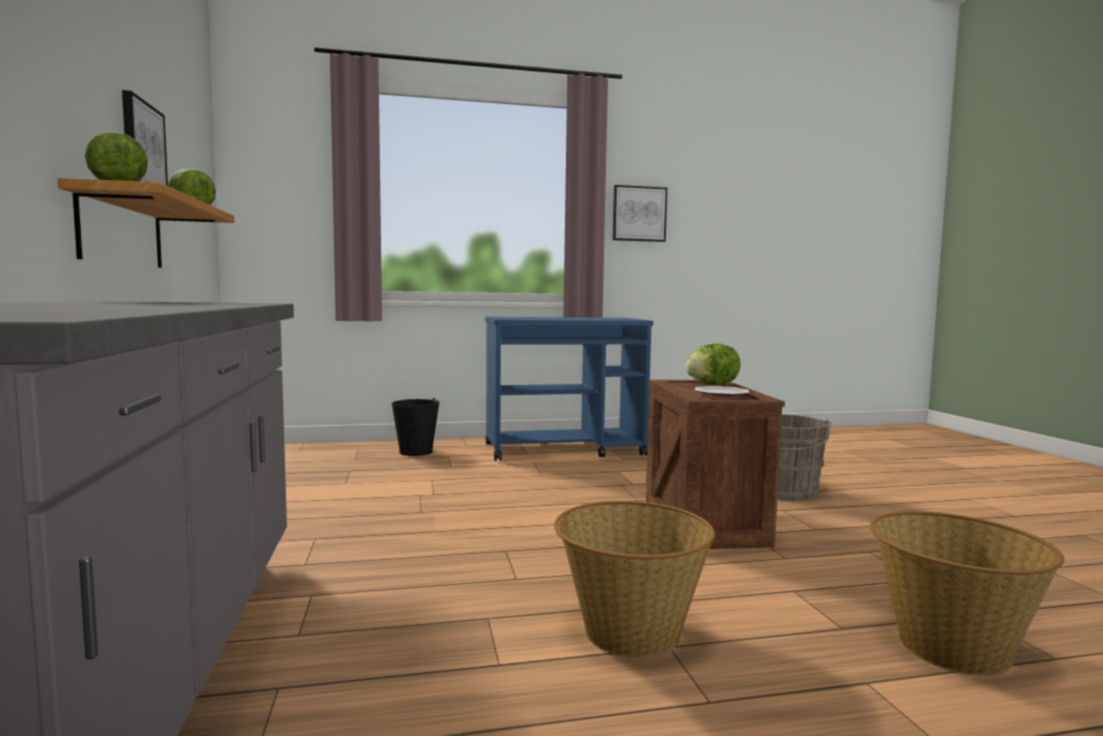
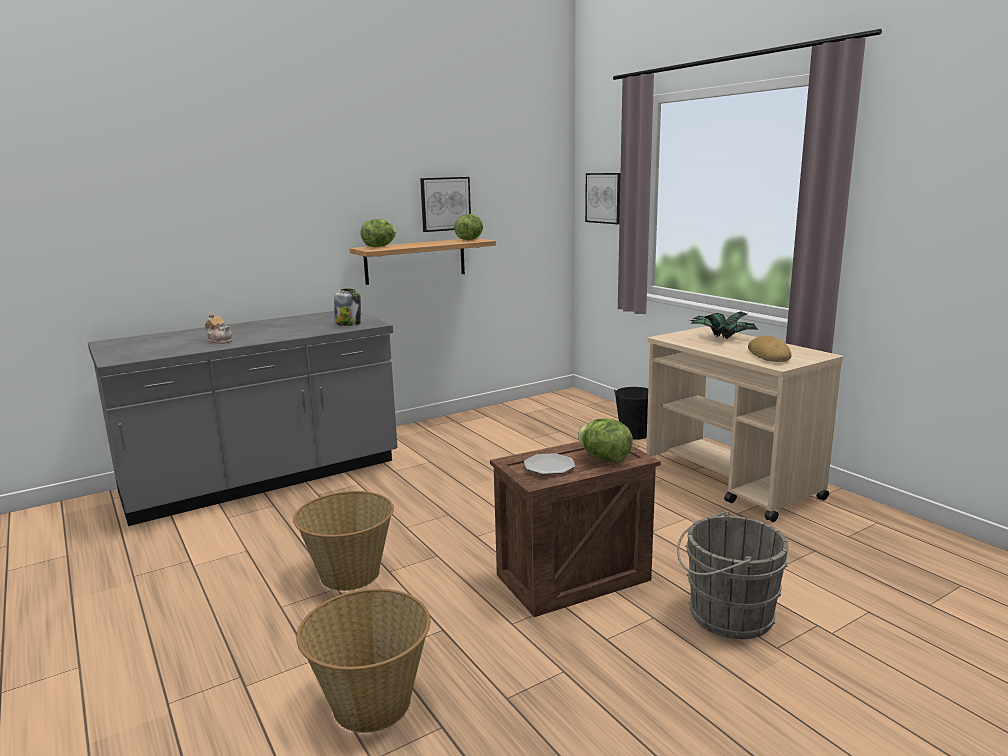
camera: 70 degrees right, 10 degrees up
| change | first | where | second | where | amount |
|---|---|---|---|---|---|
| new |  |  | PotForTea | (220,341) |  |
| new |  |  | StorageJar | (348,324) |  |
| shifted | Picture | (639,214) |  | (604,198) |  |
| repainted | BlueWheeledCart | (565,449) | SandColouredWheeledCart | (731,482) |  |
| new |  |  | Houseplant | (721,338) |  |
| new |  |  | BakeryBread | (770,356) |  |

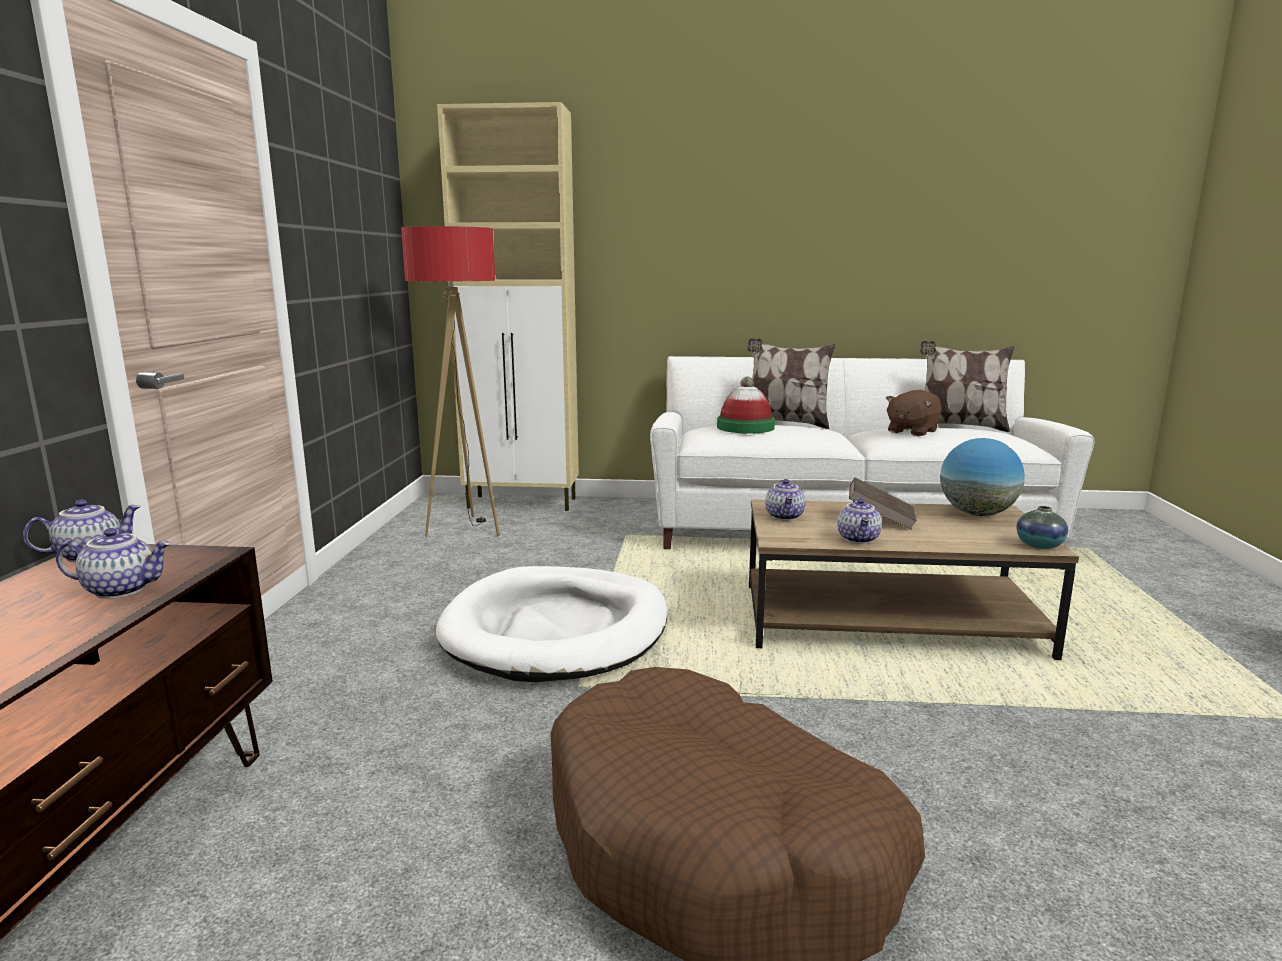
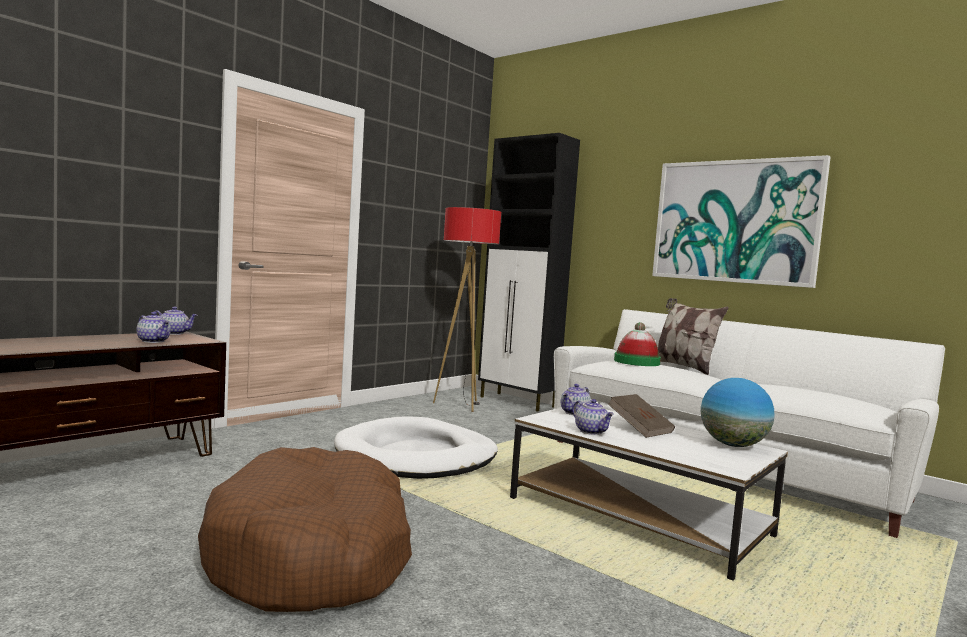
camera: 35 degrees right, 10 degrees down
| change | first | where | second | where | amount |
|---|---|---|---|---|---|
| repainted | SandColouredCabinet | (523,503) | BlackishCabinet | (517,402) |  |
| repainted | BrownColouredCoffeeTable | (891,621) | WhitishCoffeeTable | (639,518) |  |
| rotated | PotForTea | (859,539) |  | (592,431) | 75 degrees counterclockwise |
| new |  |  | Picture | (735,221) |  |
| gone | BrownColouredCuddlyToy | (911,431) |  |  |  |
| gone | Cushion | (960,427) |  |  |  |
| gone | Vase | (1039,545) |  |  |  |

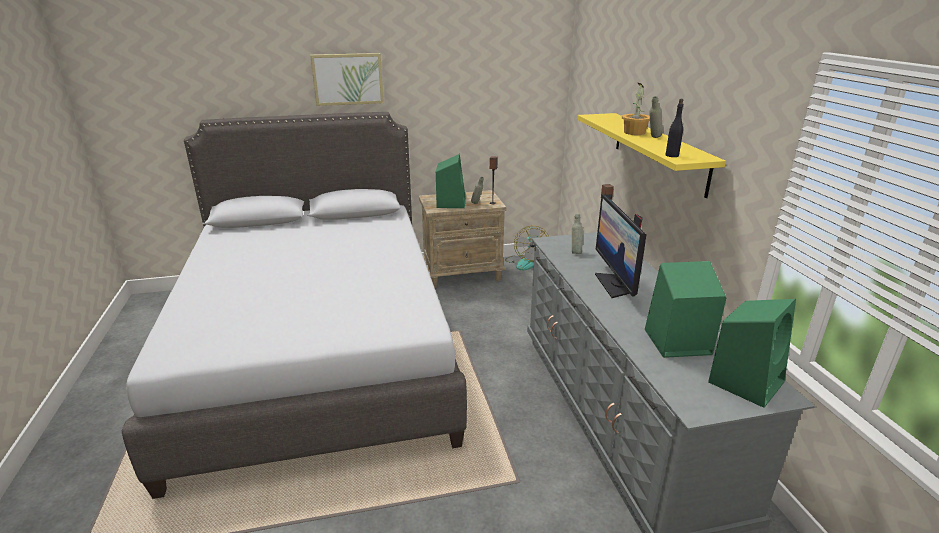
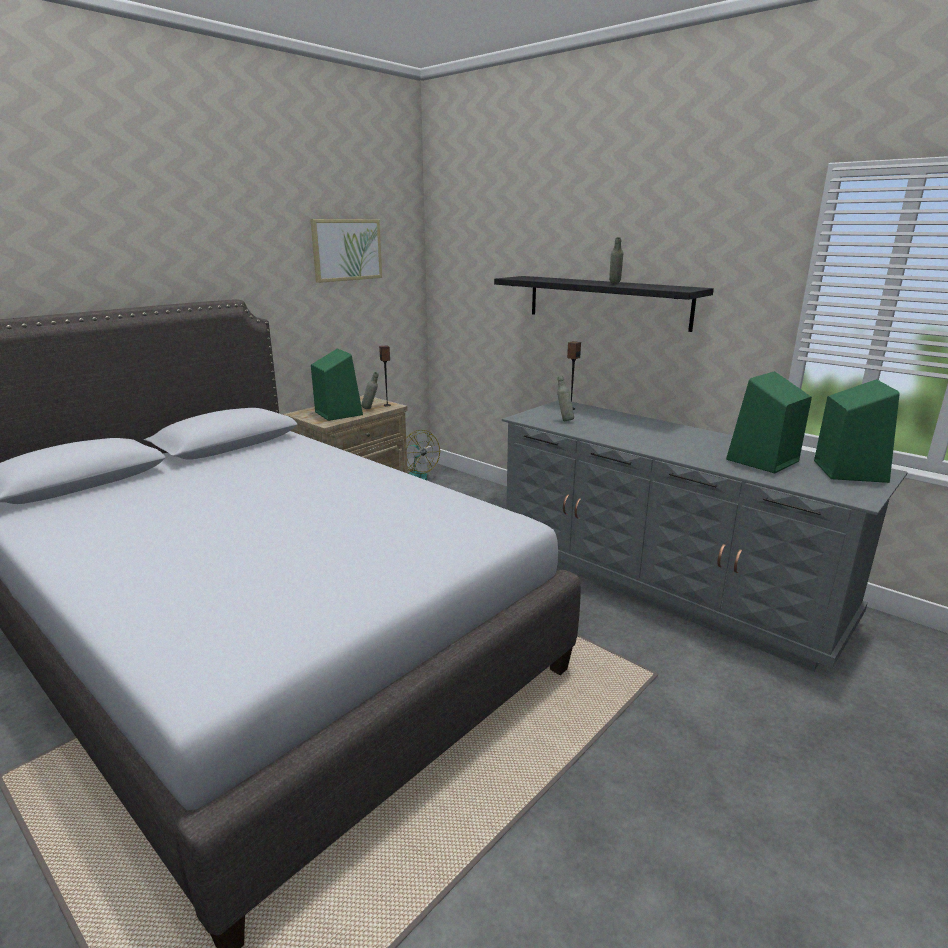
camera: 35 degrees left, 5 degrees down
| change | first | where | second | where | amount |
|---|---|---|---|---|---|
| shifted | Picture | (348,79) |  | (347,250) |  |
| repainted | YellowishWallShelf | (659,151) | BlackishWallShelf | (606,302) |  |
| gone | ComputerScreen | (615,285) |  |  |  |
| gone | Houseplant | (634,132) |  |  |  |
| gone | BlackishBottle | (671,155) |  |  |  |

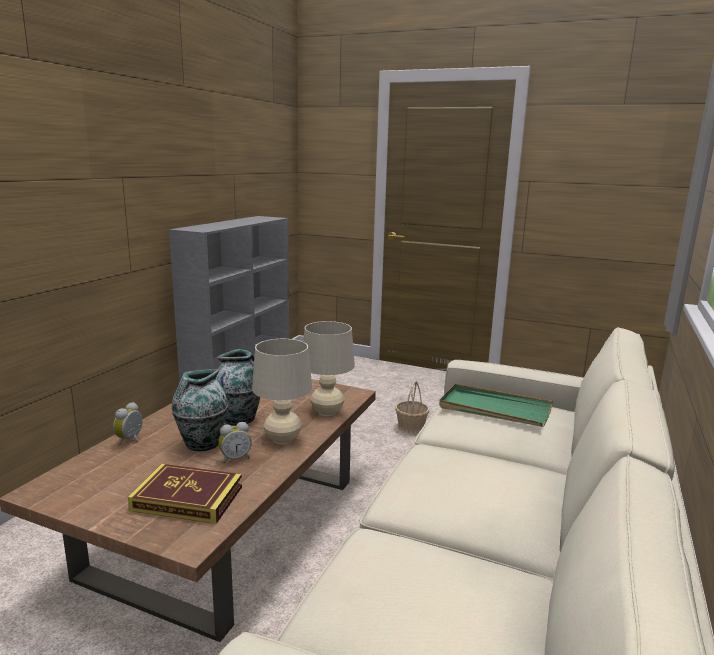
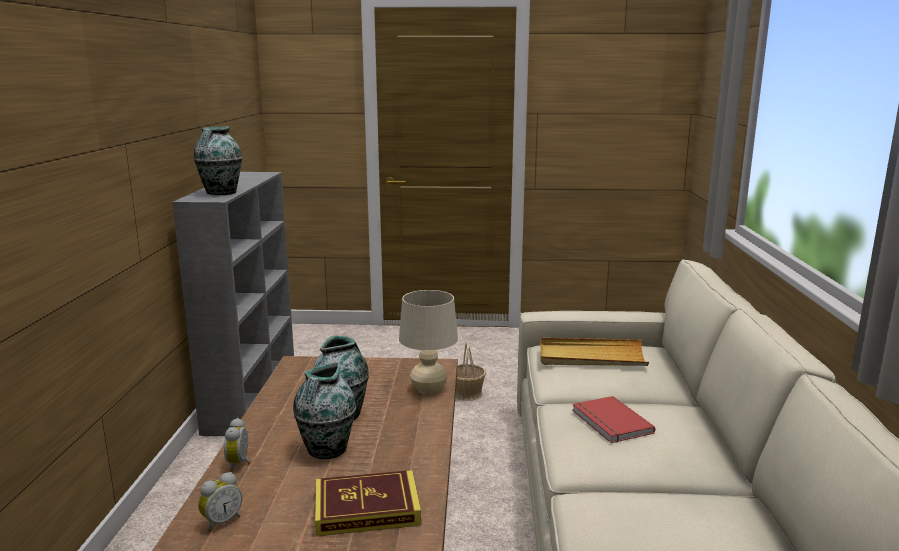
camera: 20 degrees left, 0 degrees up
| change | first | where | second | where | amount |
|---|---|---|---|---|---|
| new |  |  | Vase | (221,193) |  |
| shifted | TableClock | (235,458) |  | (221,521) |  |
| repainted | GreenishCarryingTray | (494,409) | SandColouredCarryingTray | (591,357) |  |
| new |  |  | ReddishBook | (610,422) |  |
| gone | SandColouredTableLamp | (283,439) |  |  |  |

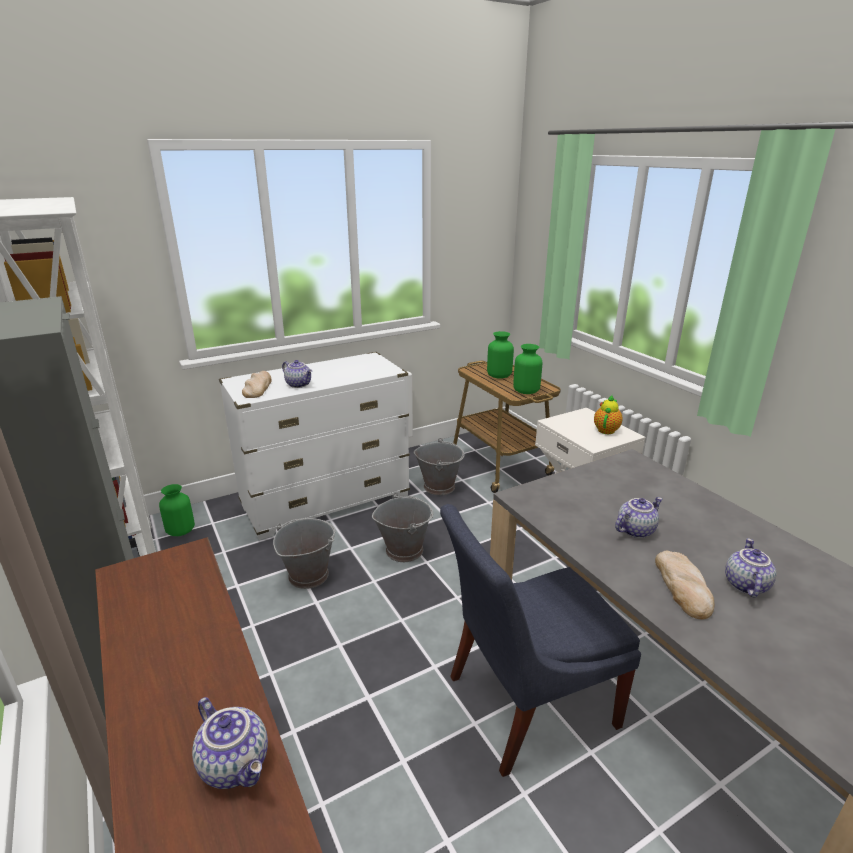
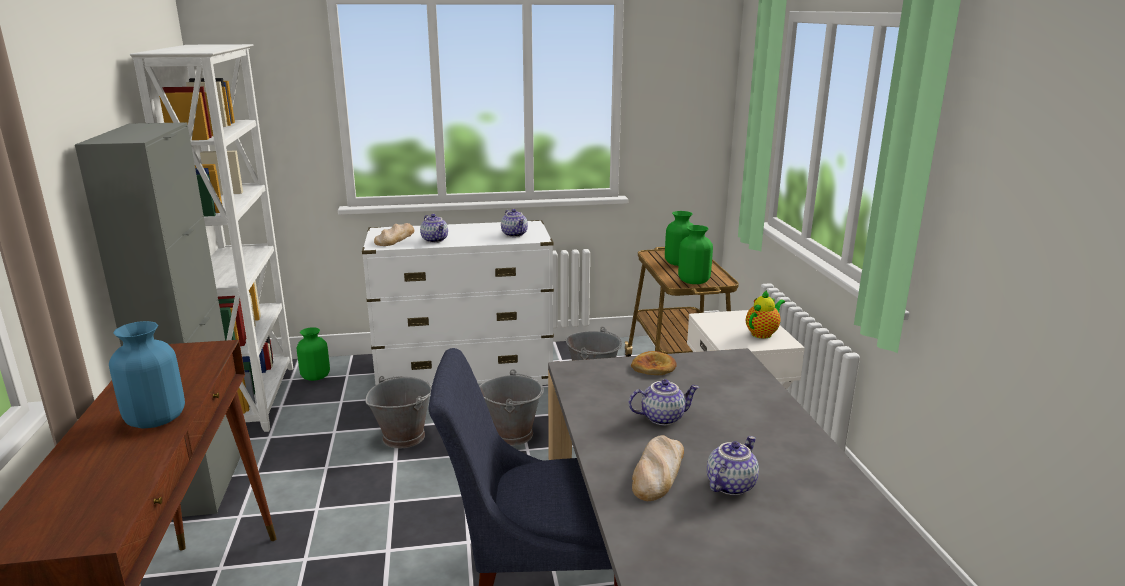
camera: 20 degrees right, 5 degrees down
| change | first | where | second | where | amount |
|---|---|---|---|---|---|
| new |  |  | BlueVase | (155,419) |  |
| shifted | PotForTea | (237,763) |  | (515,234) |  |
| new |  |  | BakeryBread | (654,367) |  |

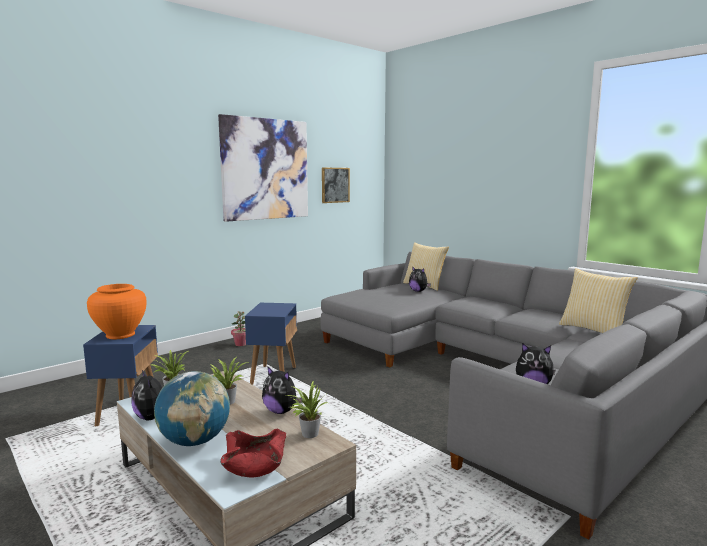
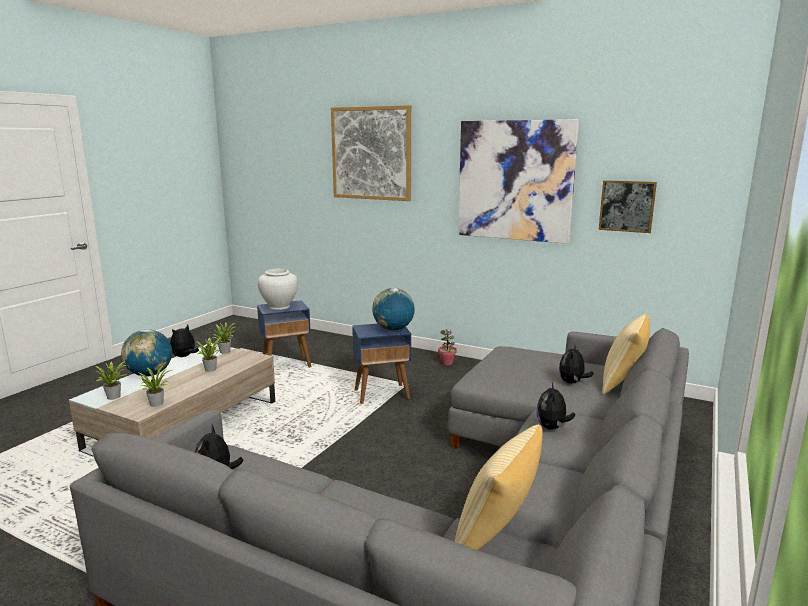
camera: 70 degrees right, 5 degrees up
| change | first | where | second | where | amount |
|---|---|---|---|---|---|
| swapped | ReddishDeepDish | (255,464) | Houseplant | (115,396) |  |
| repainted | OrangeColouredVase | (120,335) | WhitishVase | (279,307) |  |
| new |  |  | Picture | (371,153) |  |
| new |  |  | DeskGlobe | (393,329) |  |
| shifted | CuddlyToy | (281,411) |  | (552,427) |  |

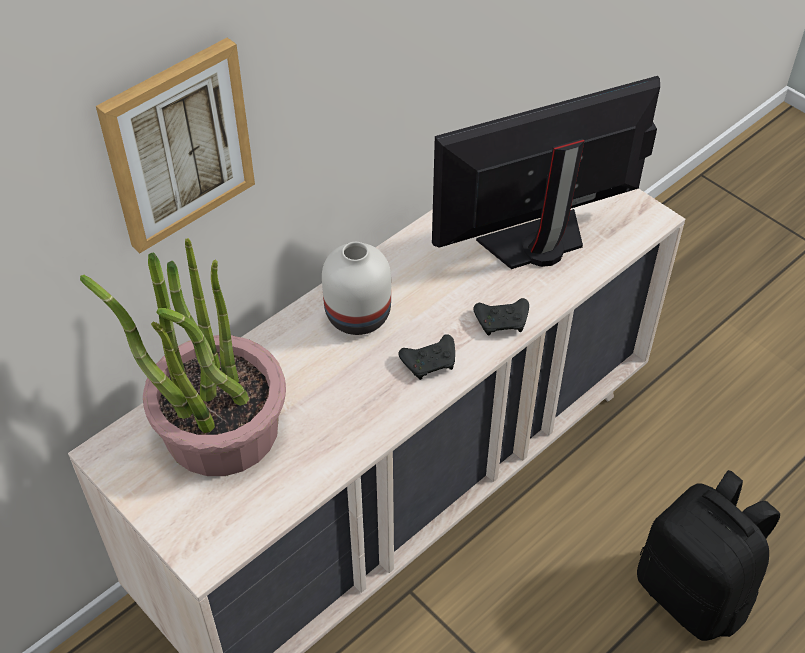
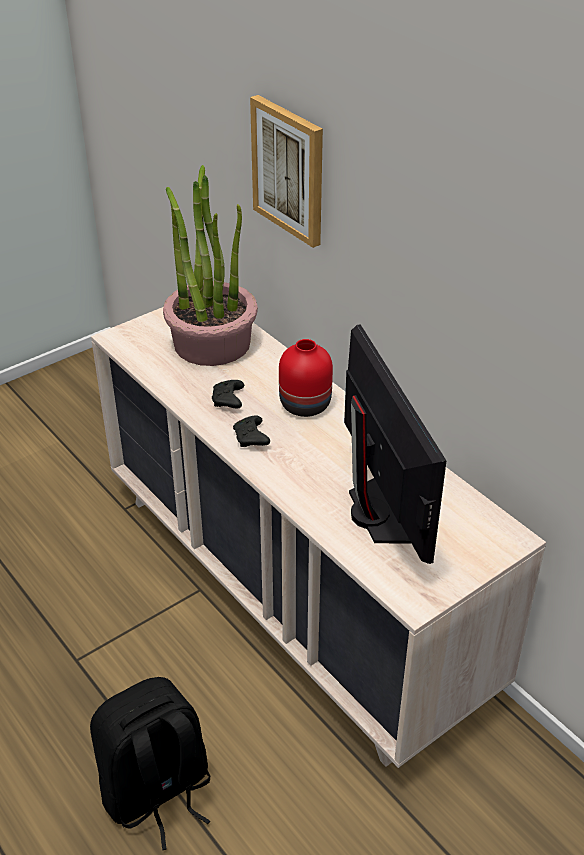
camera: 95 degrees right, 10 degrees down
| change | first | where | second | where | amount |
|---|---|---|---|---|---|
| shifted | BlackishGameController | (503,322) |  | (228,400) |  |
| repainted | WhitishVase | (357,313) | ReddishVase | (306,404) |  |

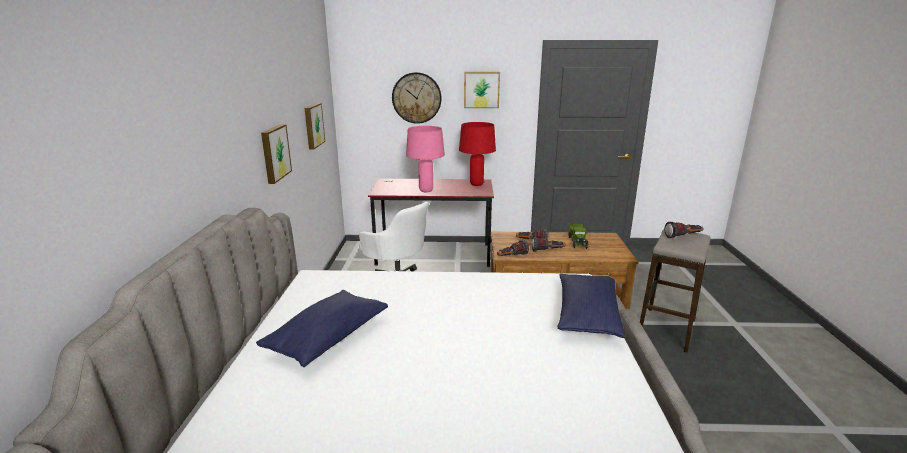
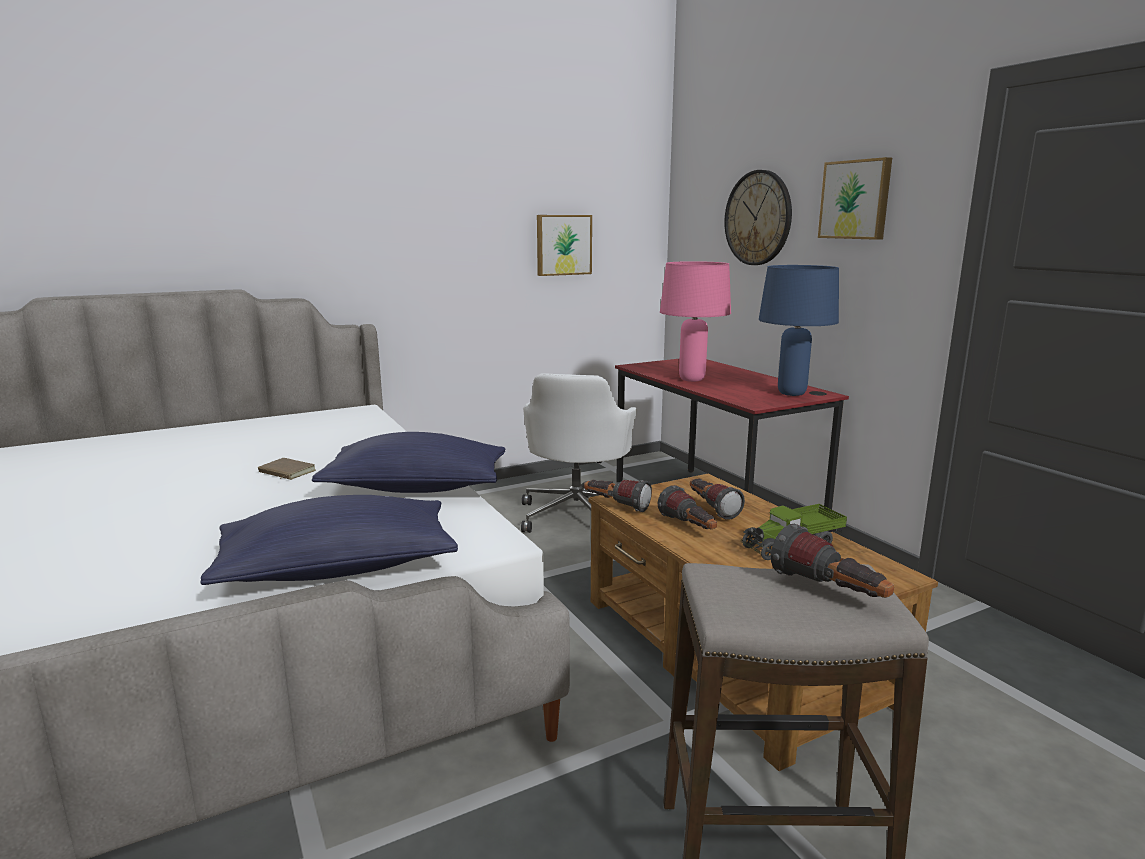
camera: 60 degrees right, 5 degrees down
| change | first | where | second | where | amount |
|---|---|---|---|---|---|
| new |  |  | BrownColouredBook | (285,472) |  |
| shifted | BlueCushion | (328,338) |  | (416,488) |  |
| repainted | ReddishTableLamp | (477,184) | BlueTableLamp | (791,393) |  |
| gone | Picture | (274,153) |  |  |  |

